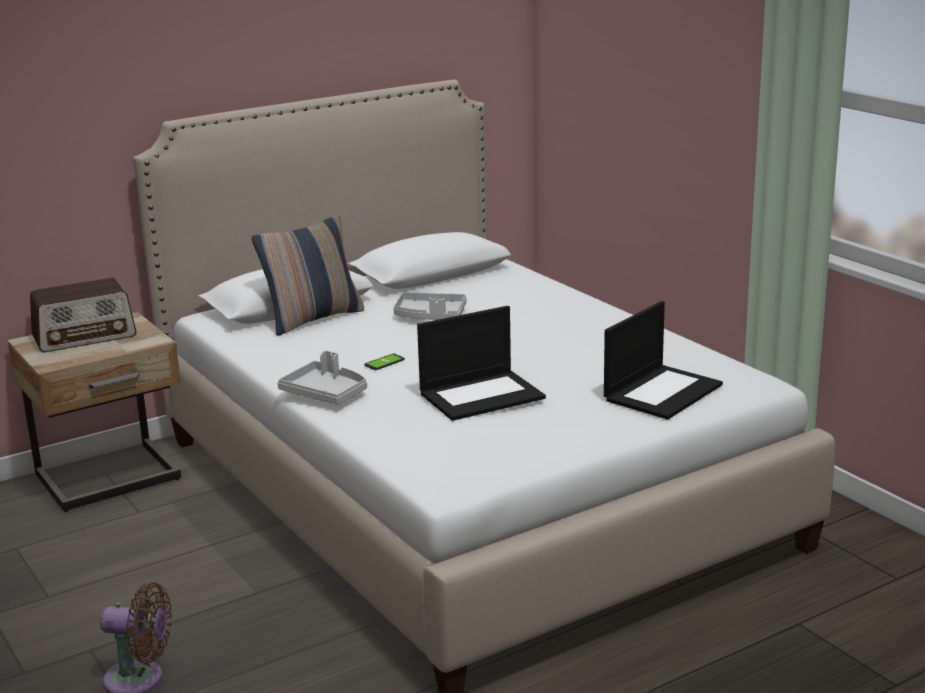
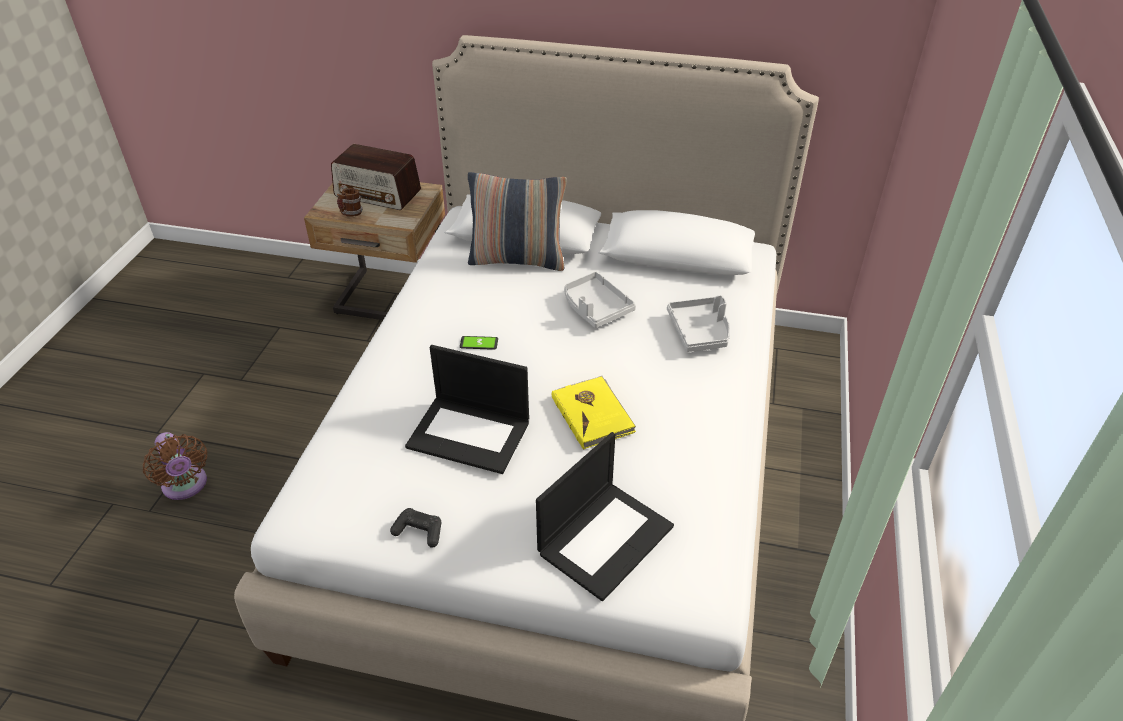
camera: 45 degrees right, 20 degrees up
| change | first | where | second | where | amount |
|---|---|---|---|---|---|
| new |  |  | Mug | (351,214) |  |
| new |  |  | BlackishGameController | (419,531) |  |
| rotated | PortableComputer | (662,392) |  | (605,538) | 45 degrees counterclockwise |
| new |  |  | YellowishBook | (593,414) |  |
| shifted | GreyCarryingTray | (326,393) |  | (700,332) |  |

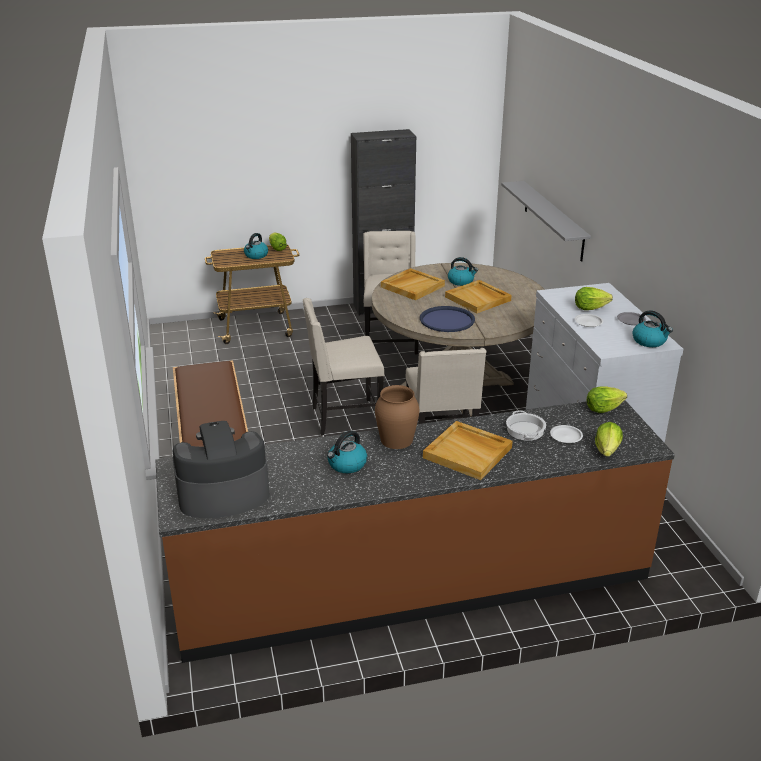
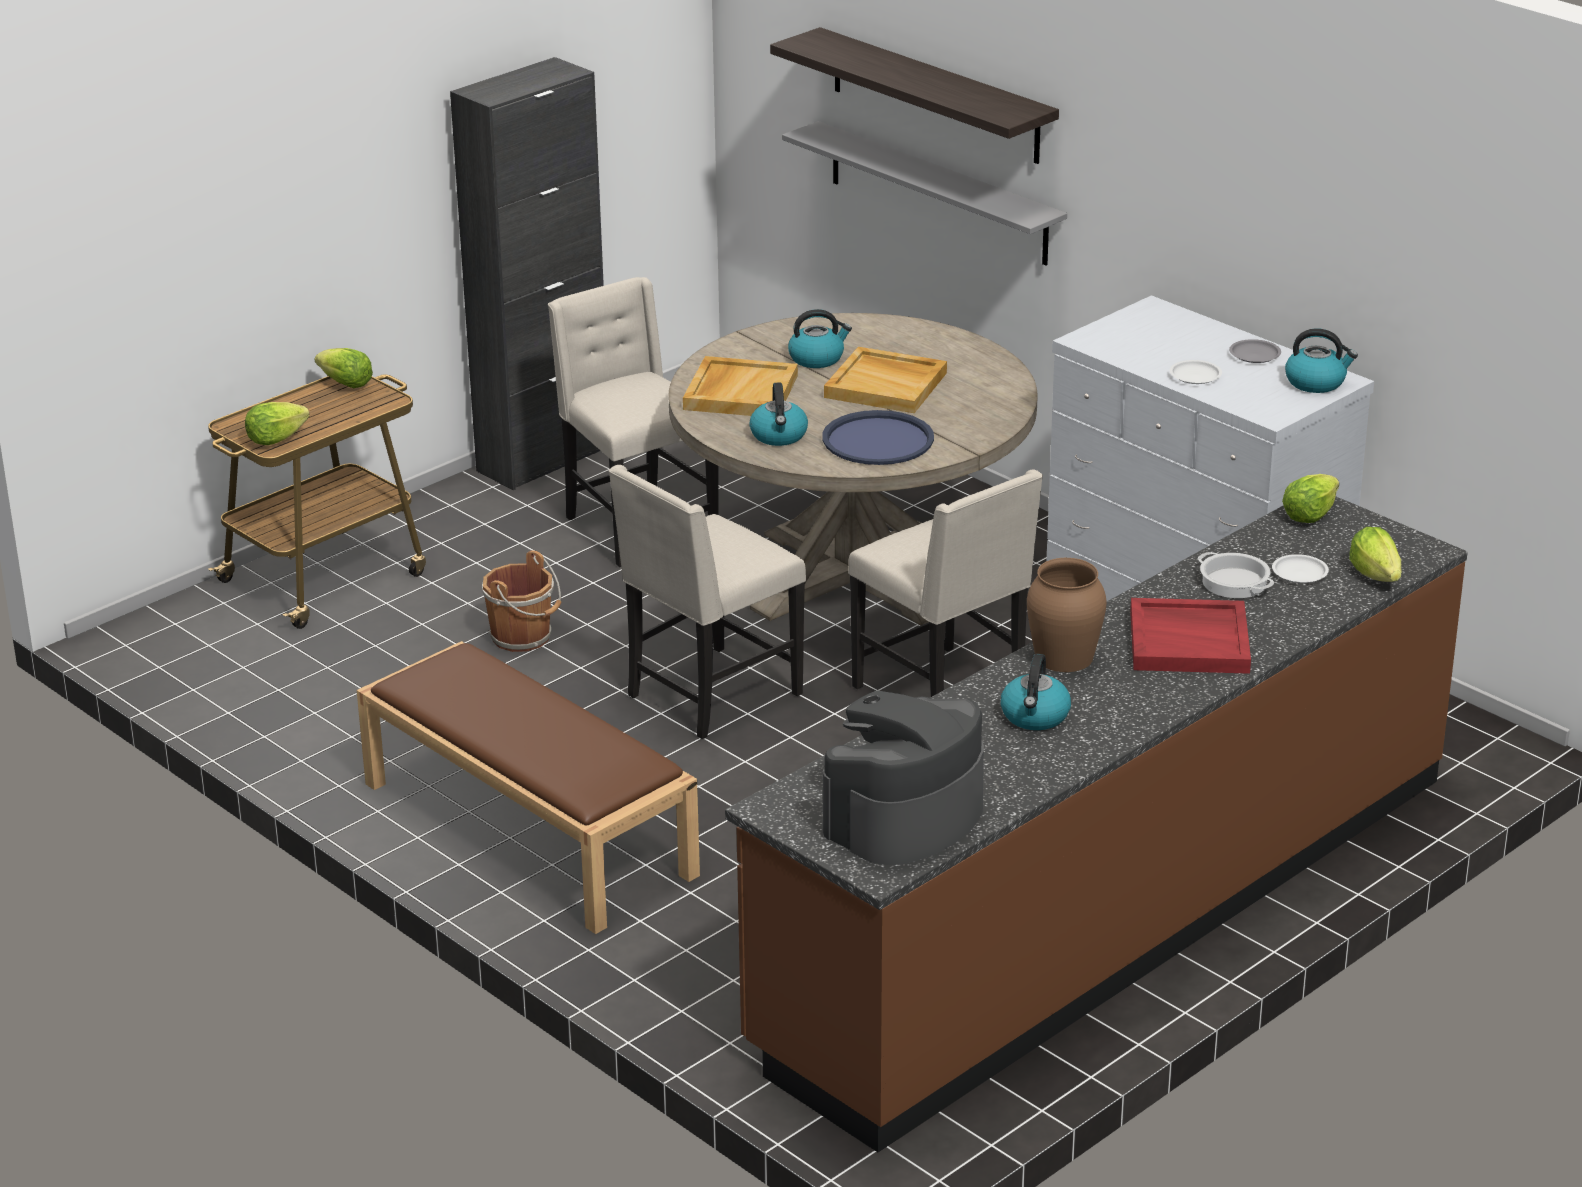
camera: 30 degrees left, 0 degrees up
| change | first | where | second | where | amount |
|---|---|---|---|---|---|
| shifted | LettuceHead | (590,308) |  | (275,439) |  |
| new |  |  | BrownColouredWaterBucket | (524,637) |  |
| shifted | TeaKettle | (256,255) |  | (779,436) |  |
| new |  |  | WallShelf | (935,96) |  |
| repainted | SandColouredCarryingTray | (468,453) | ReddishCarryingTray | (1190,641) |  |

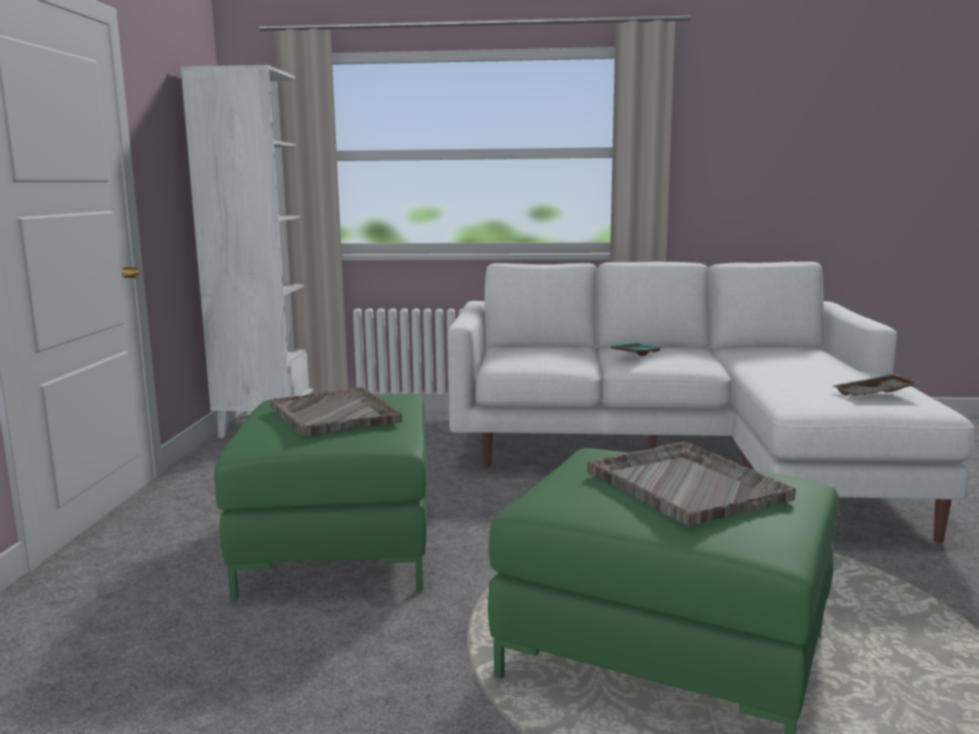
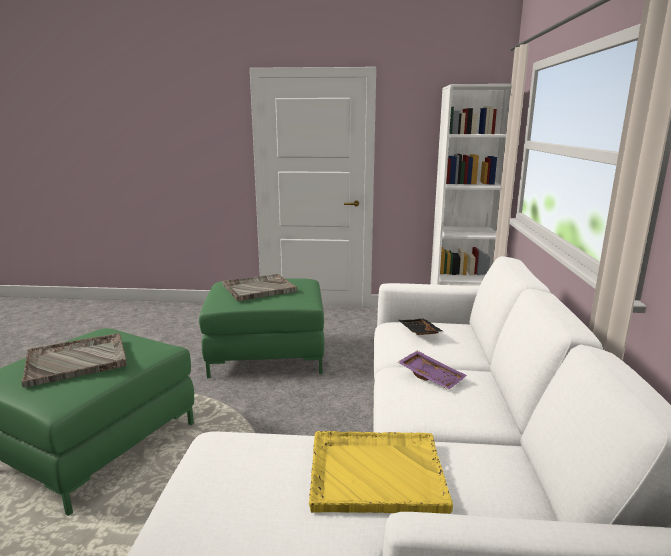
camera: 90 degrees right, 5 degrees up
| change | first | where | second | where | amount |
|---|---|---|---|---|---|
| new |  |  | YellowishCarryingTray | (375,472) |  |
| repainted | BlueGreenCarryingTray | (634,354) | PurplishCarryingTray | (431,376) |  |
| shifted | BlackishCarryingTray | (875,395) |  | (418,332) |  |

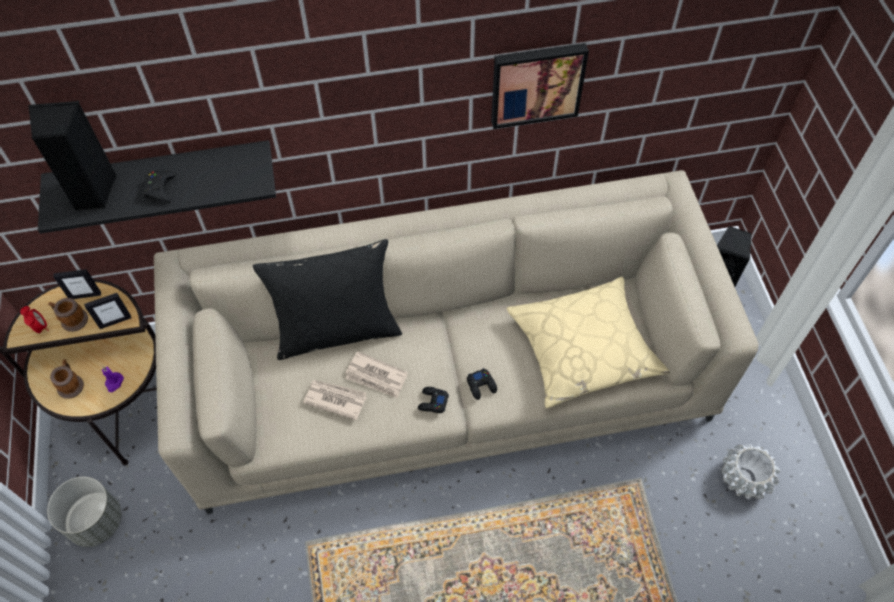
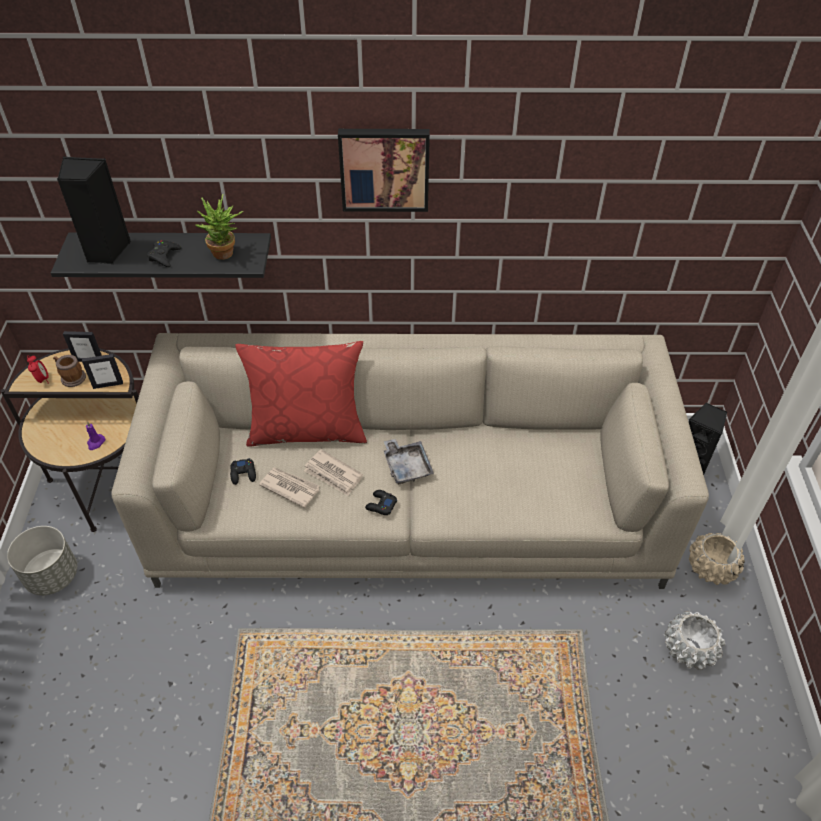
camera: 10 degrees right, 10 degrees down
| change | first | where | second | where | amount |
|---|---|---|---|---|---|
| new |  |  | Houseplant | (226,255) |  |
| shifted | BlackishGameController | (481,385) |  | (243,474) |  |
| repainted | BlackishCushion | (337,329) | ReddishCushion | (307,429) |  |
| shifted | Picture | (536,83) |  | (384,168) |  |
| new |  |  | GreyCarryingTray | (407,466) |  |
| new |  |  | SandColouredPlanter | (711,568) |  |
| gone | Mug | (71,384) |  |  |  |
| gone | SandColouredCushion | (583,348) |  |  |  |

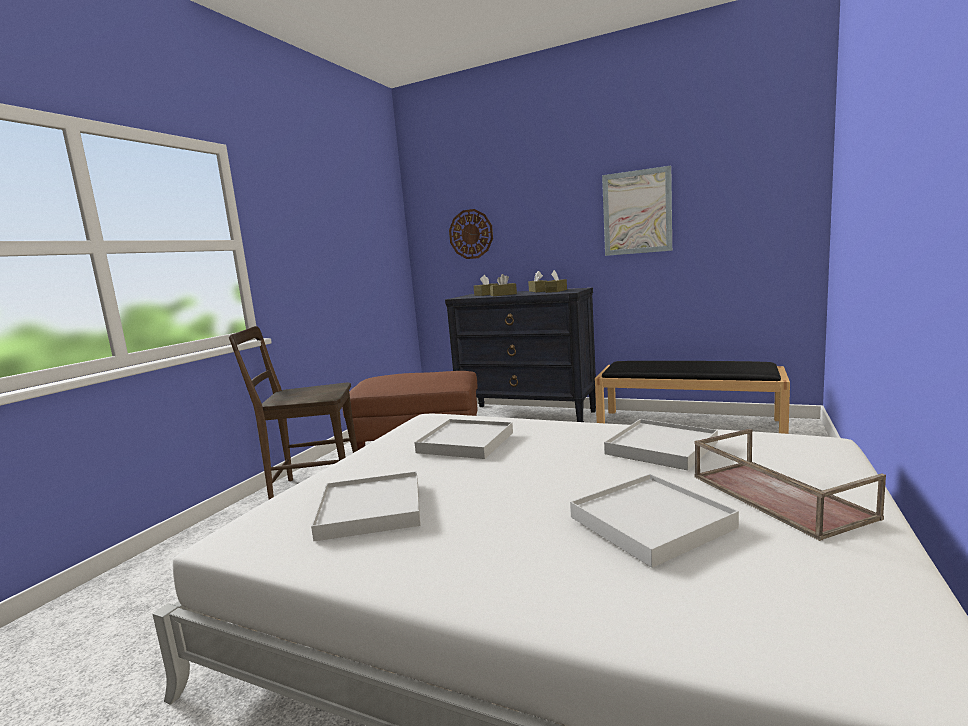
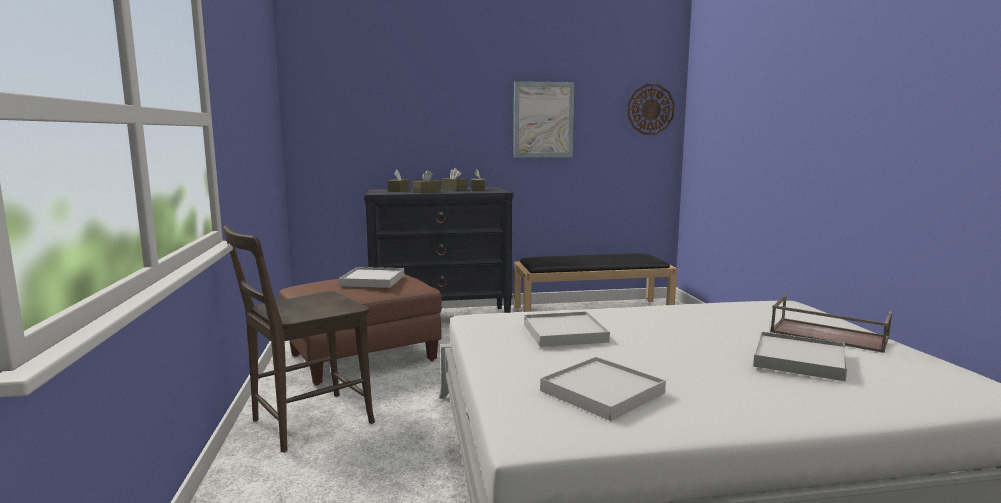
camera: 35 degrees left, 0 degrees up
| change | first | where | second | where | amount |
|---|---|---|---|---|---|
| shifted | WhitishCarryingTray | (661,448) |  | (372,280) |  |
| shifted | HangingClock | (471,234) |  | (650,109) |  |

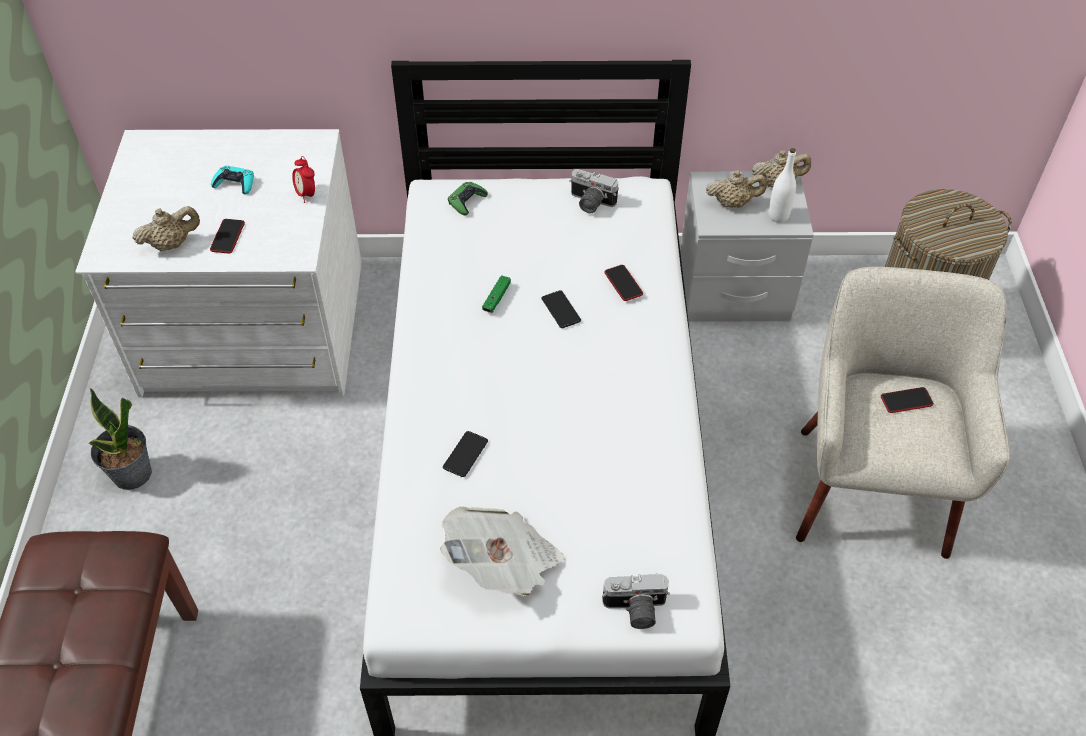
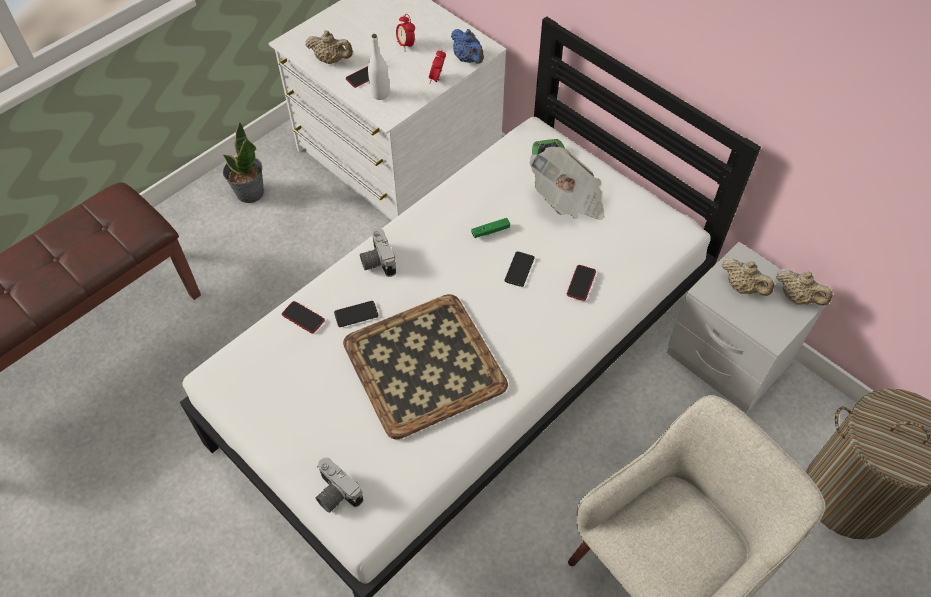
camera: 45 degrees right, 5 degrees up
| change | first | where | second | where | amount |
|---|---|---|---|---|---|
| shifted | Phone | (906,401) |  | (303,317) |  |
| new |  |  | CarryingTray | (425,363) |  |
| shifted | PhotoCamera | (590,203) |  | (377,261) |  |
| shifted | WhitishBottle | (778,216) |  | (380,94) |  |
| swapped | BlueGreenGameController | (235,183) | TableClock | (406,45) |  |
| new |  |  | BluePotForTea | (468,59) |  |
| shifted | DailyPaper | (504,565) |  | (567,200) |  |

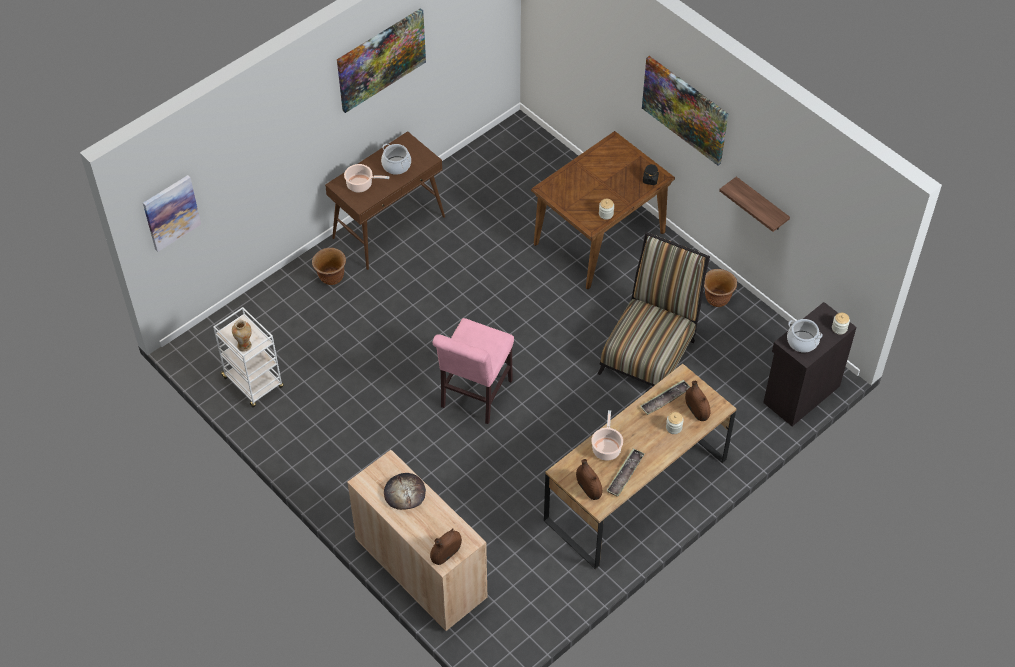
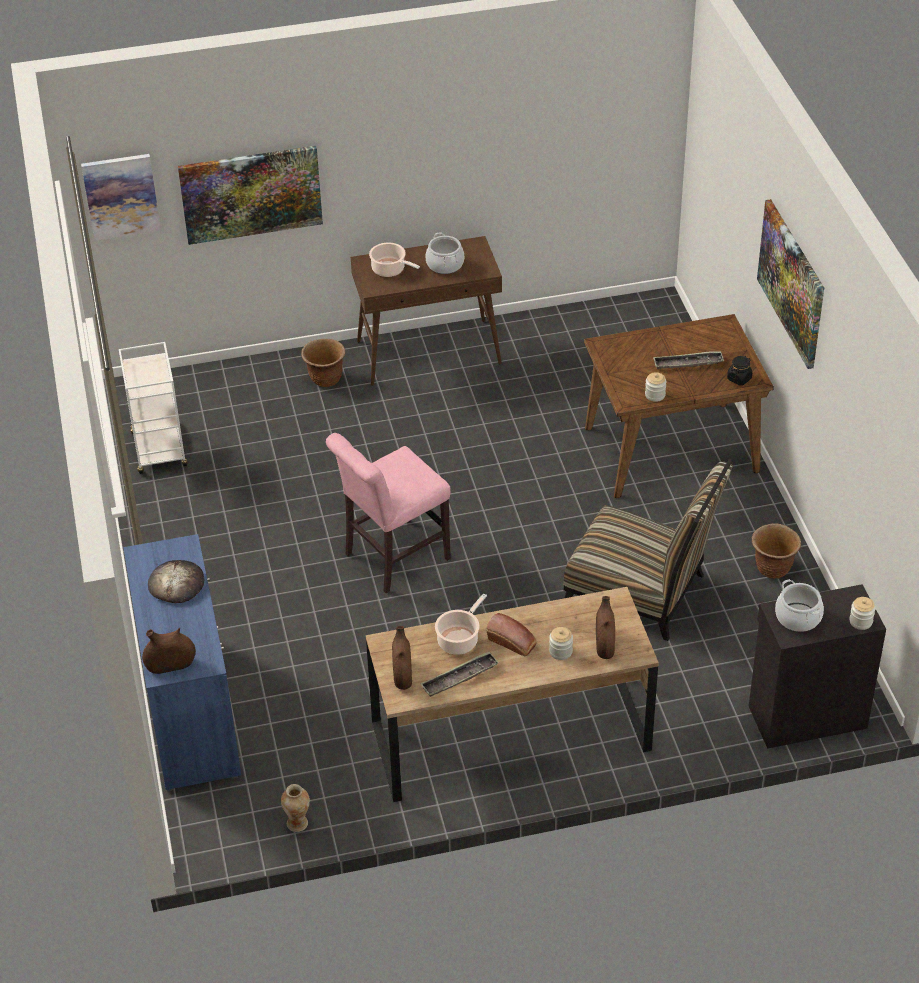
camera: 30 degrees right, 10 degrees down
| change | first | where | second | where | amount |
|---|---|---|---|---|---|
| repainted | SandColouredCabinet | (421,568) | BlueCabinet | (191,712) |  |
| shifted | Picture | (381,59) |  | (251,194) |  |
| shifted | Vase | (244,345) |  | (297,823) |  |
| new |  |  | BakeryBread | (513,643) |  |
| rotated | PlainChair | (649,352) |  | (642,593) | 60 degrees clockwise |
| shifted | CarryingTray | (665,399) |  | (688,363) |  |
| gone | WallShelf | (761,205) |  |  |  |

